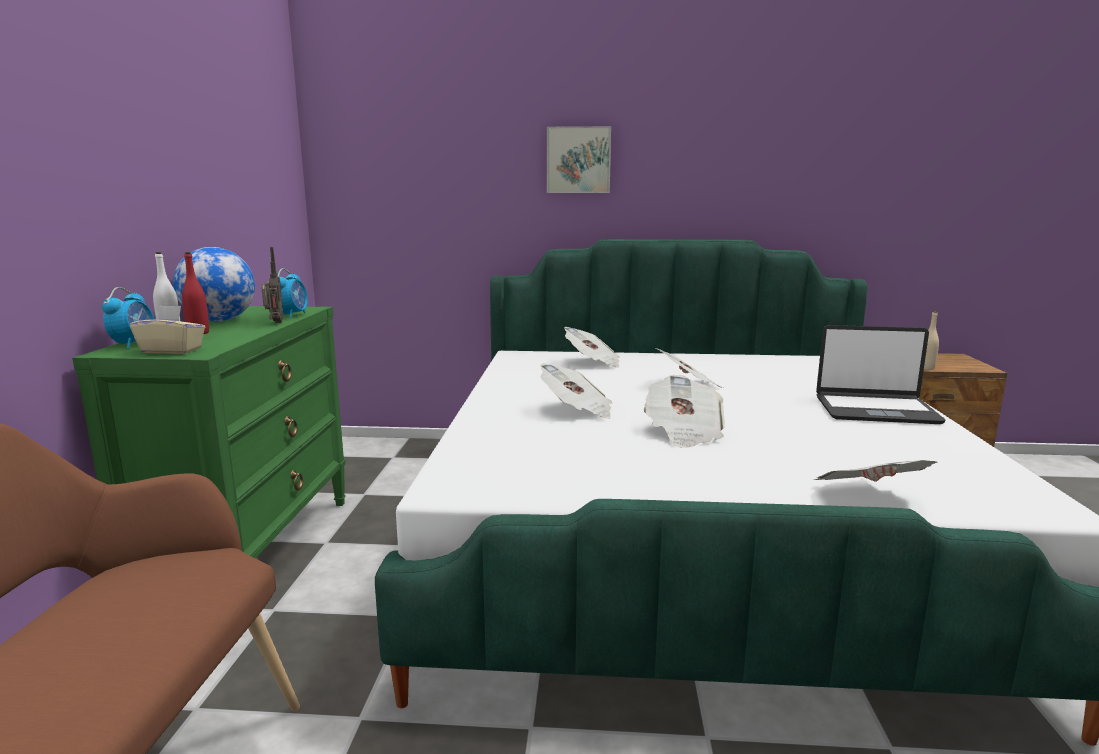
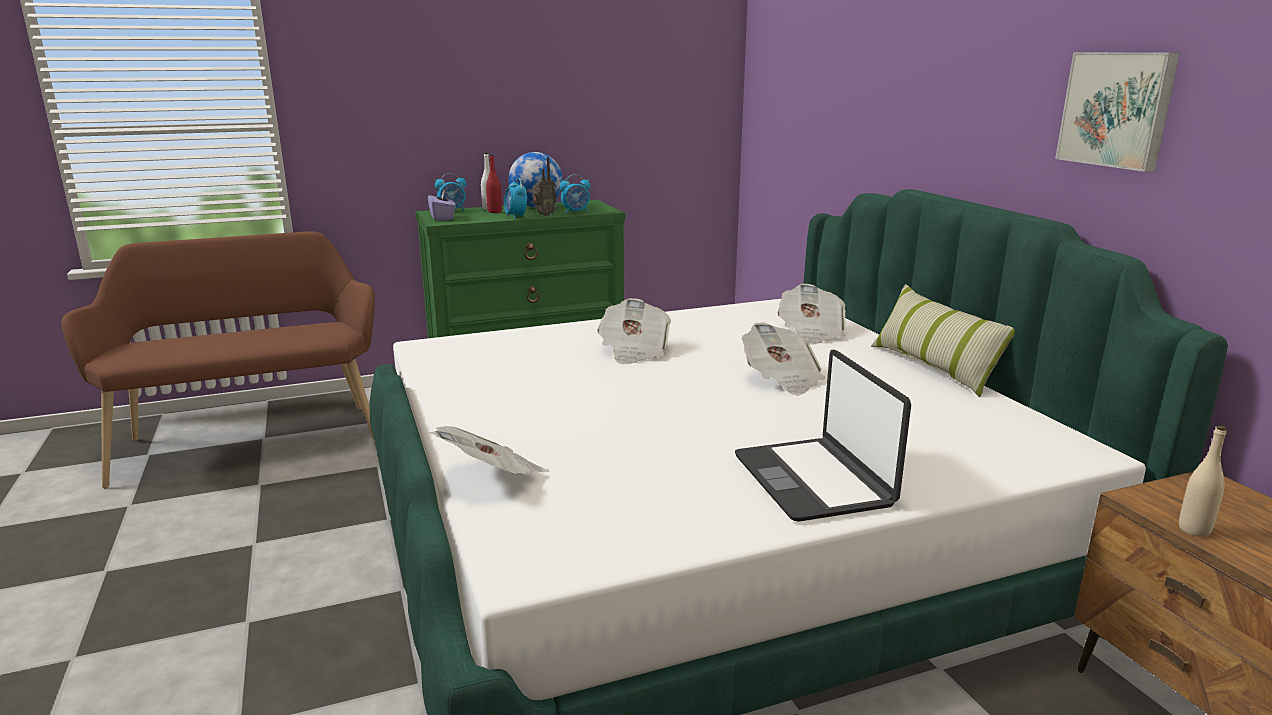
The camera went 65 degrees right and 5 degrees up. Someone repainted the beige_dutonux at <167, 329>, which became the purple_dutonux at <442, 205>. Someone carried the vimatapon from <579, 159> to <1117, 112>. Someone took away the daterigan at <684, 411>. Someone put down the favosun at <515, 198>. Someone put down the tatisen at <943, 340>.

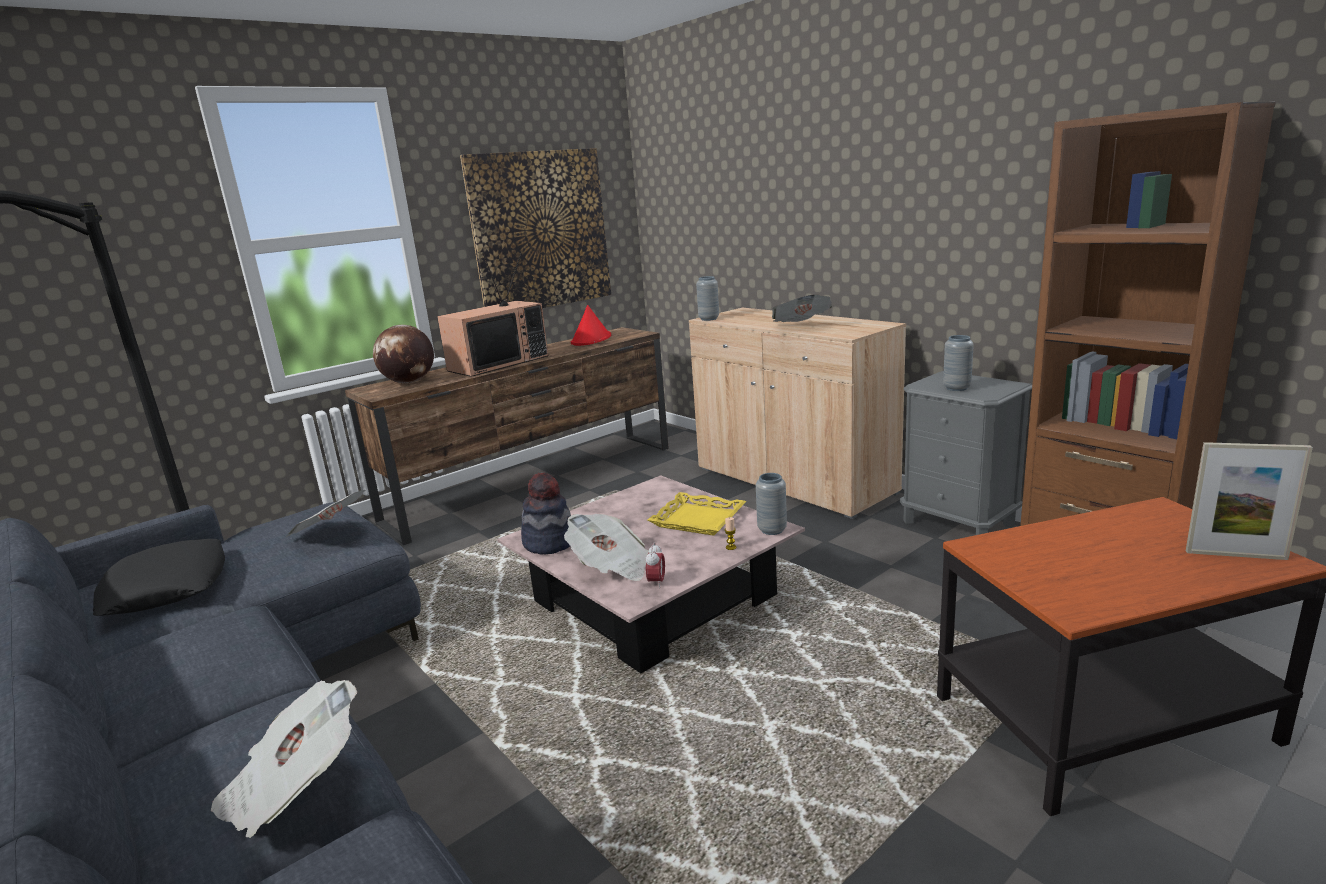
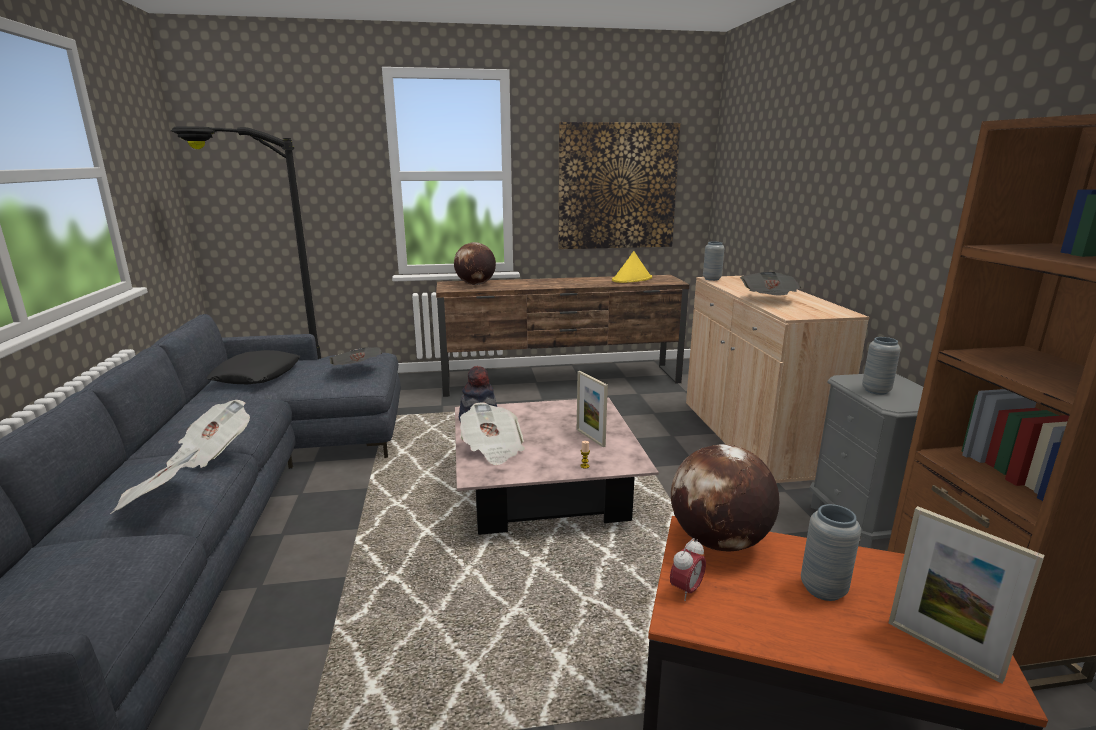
The camera went 30 degrees right and 0 degrees up. Someone took away the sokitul at <492, 314>. Someone repainted the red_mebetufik at <591, 325>, which became the yellow_mebetufik at <632, 267>. Someone carried the favosun from <655, 565> to <688, 569>. Someone swapped the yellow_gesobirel at <697, 514> for the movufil at <592, 409>. Someone carried the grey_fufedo from <771, 504> to <831, 552>. Someone put down the daterigan at <208, 434>. Someone put down the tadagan at <725, 498>.

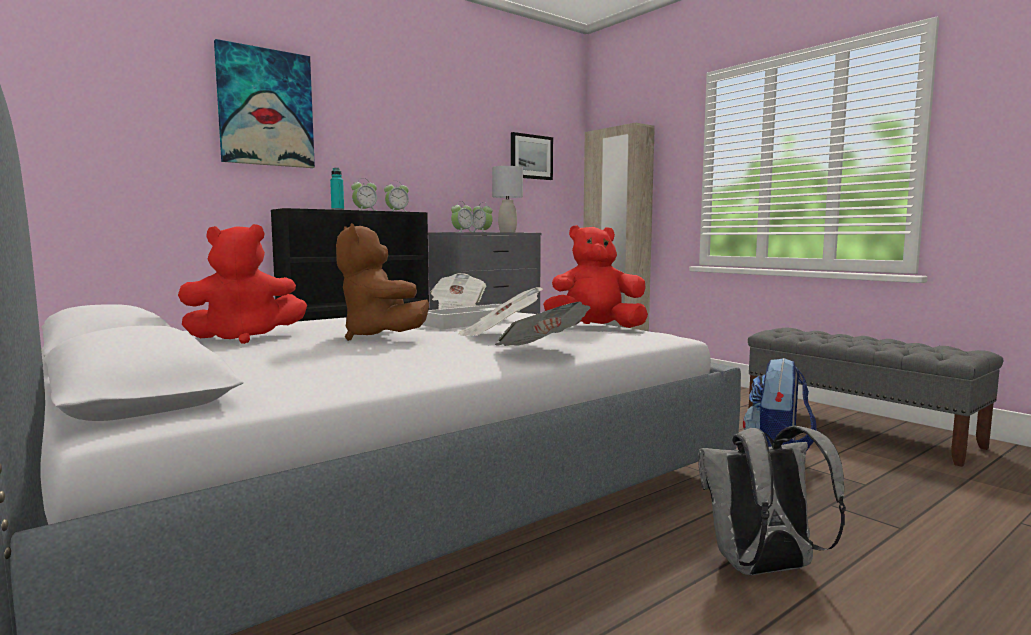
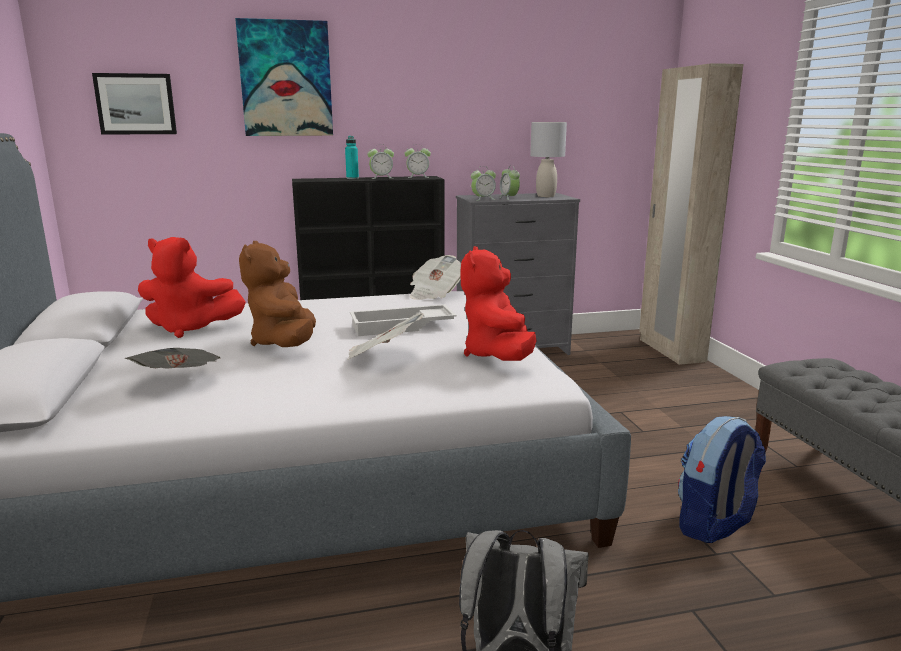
The camera went 25 degrees right and 10 degrees up. Someone carried the daterigan from <542, 324> to <173, 358>. Someone carried the vimatapon from <532, 156> to <134, 104>. Someone rotated the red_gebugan at <595, 276> by 105 degrees counterclockwise.

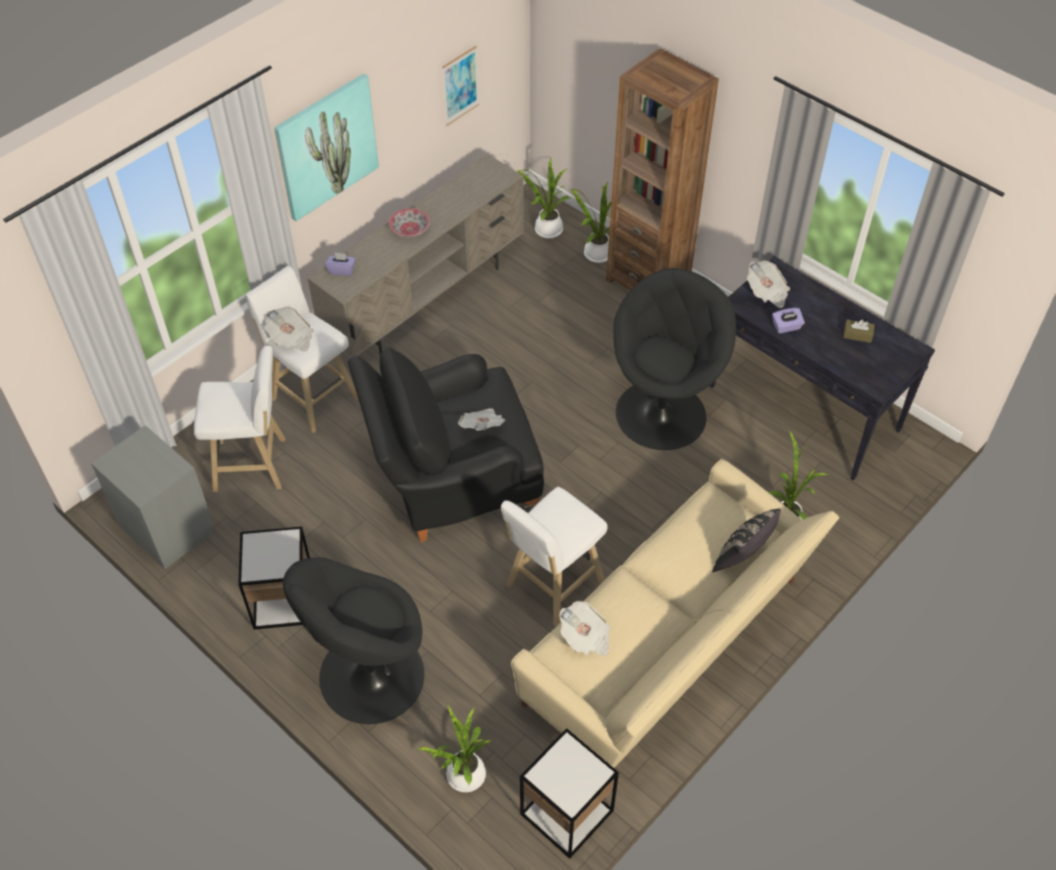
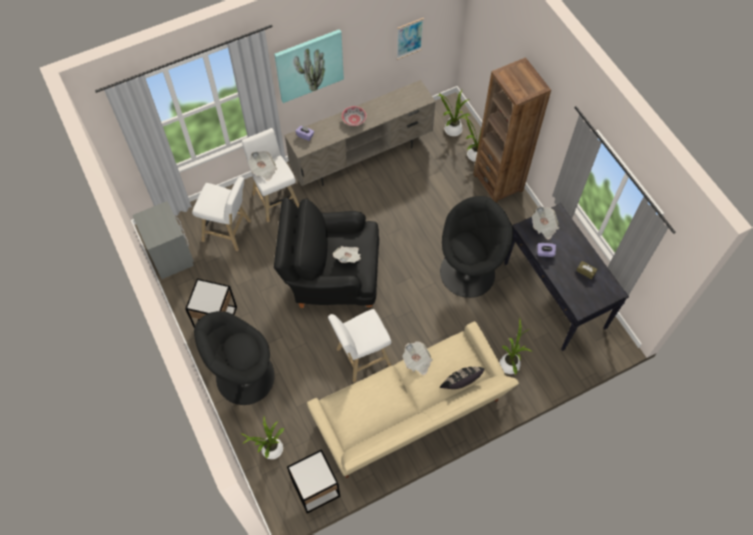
The camera went 20 degrees right and 10 degrees up. Someone carried the daterigan from <585, 628> to <417, 358>.

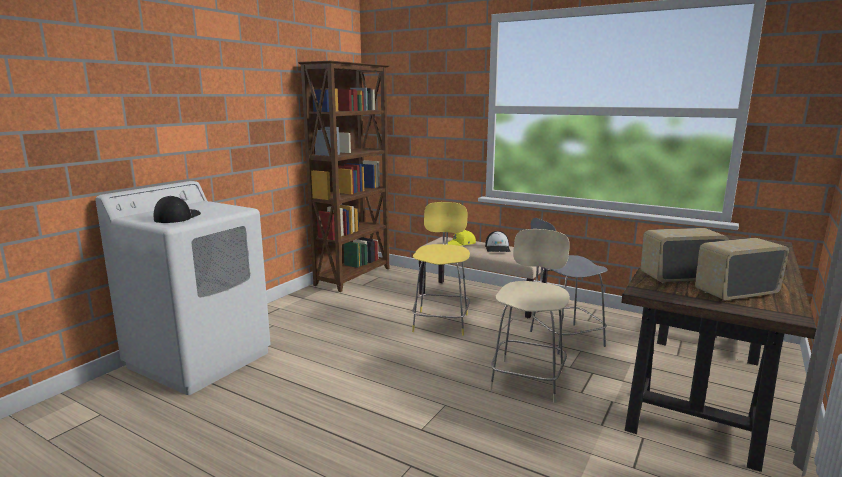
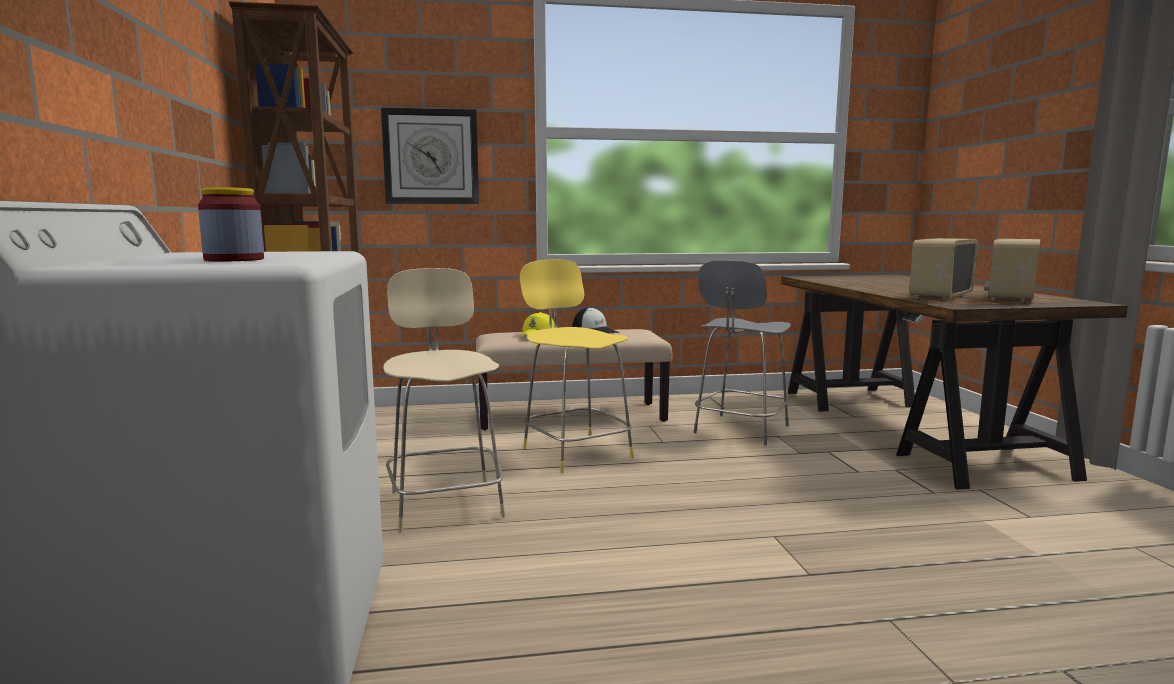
The camera went 40 degrees left and 5 degrees down. Someone swapped the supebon at <177, 209> for the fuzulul at <231, 224>. Someone carried the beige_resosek from <530, 316> to <444, 400>. Someone put up the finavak at <430, 155>.

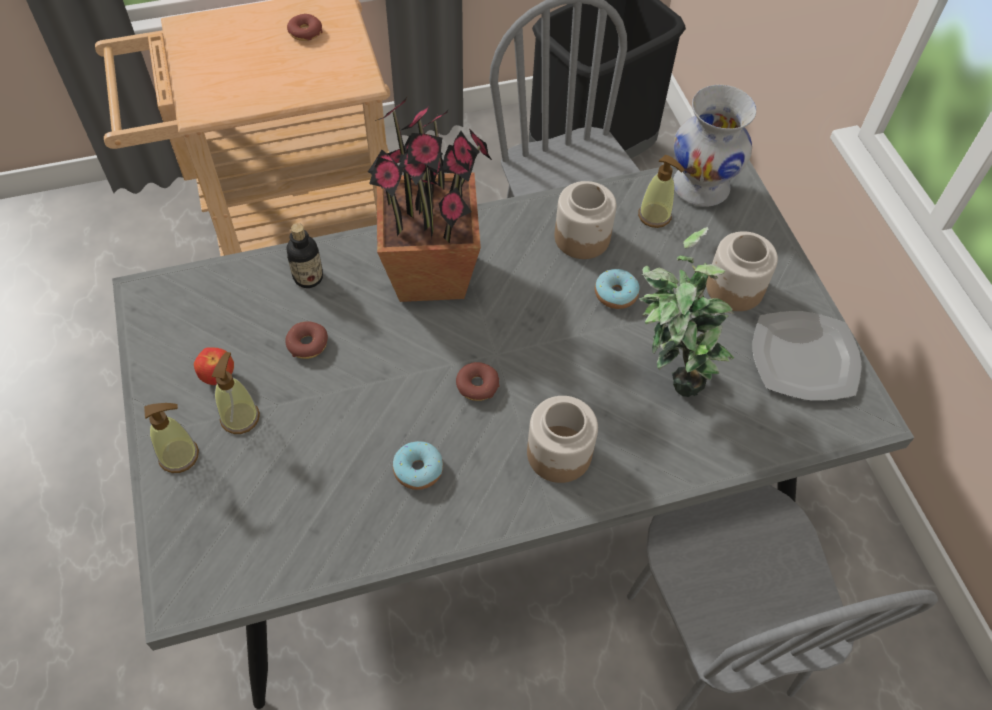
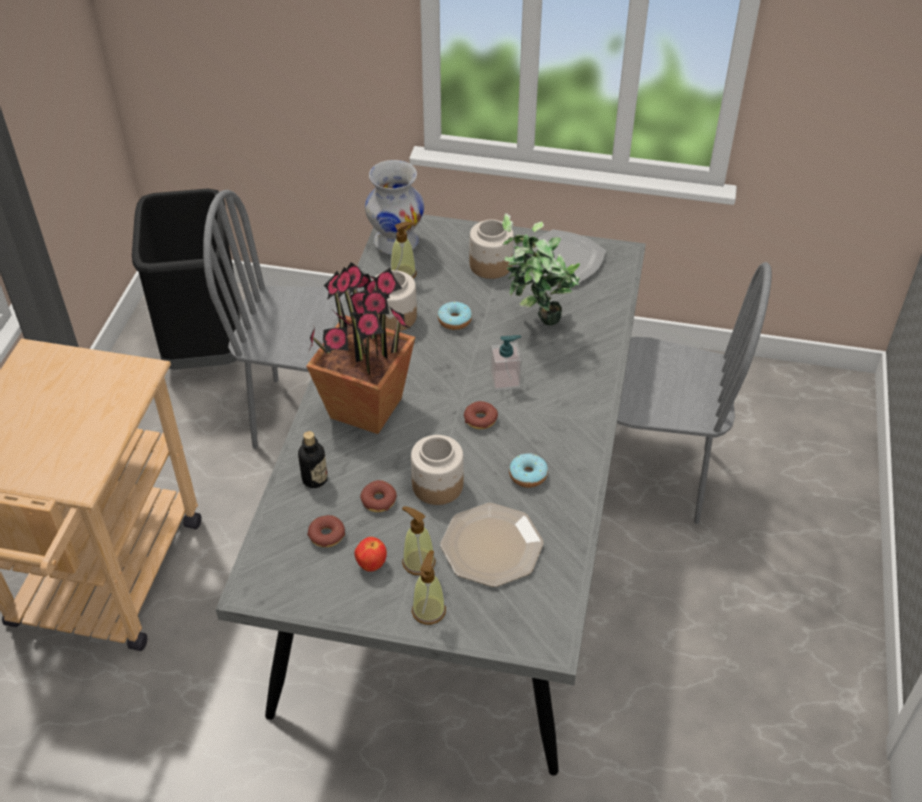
The camera went 60 degrees left and 10 degrees down. Someone carried the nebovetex from <305, 27> to <326, 531>. Someone carried the fuzulul from <562, 439> to <437, 470>. Someone put down the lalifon at <492, 545>. Someone put down the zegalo at <506, 363>.

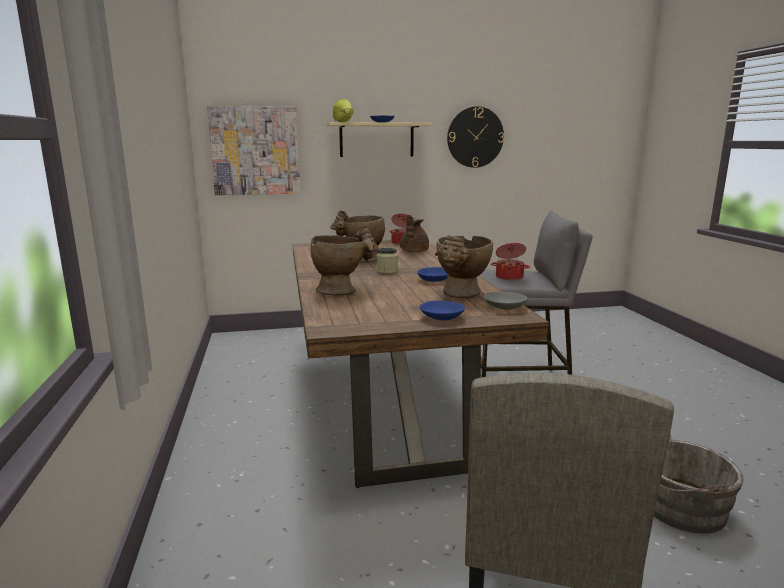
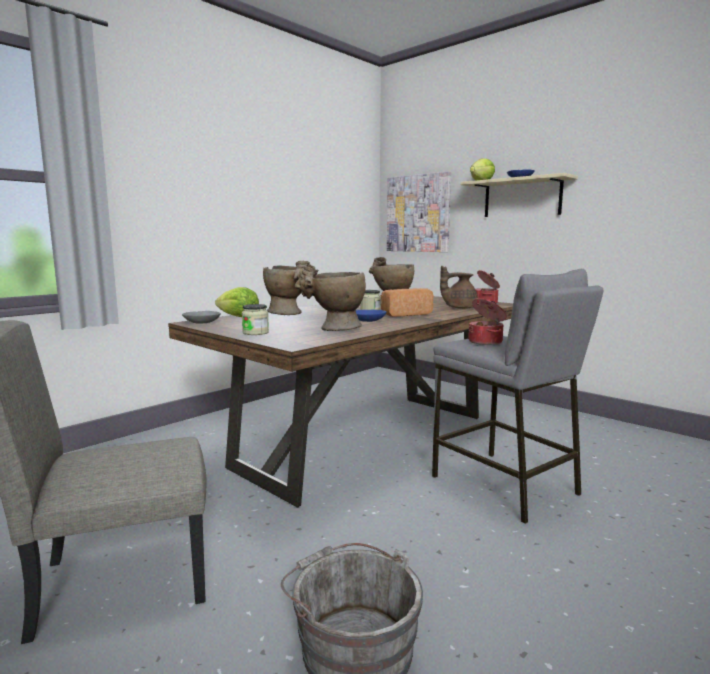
The camera went 55 degrees right and 5 degrees down. Someone swapped the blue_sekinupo at <442, 310> for the fuzulul at <255, 319>. Someone took away the finavak at <475, 137>. Someone carried the grey_sekinupo from <506, 301> to <201, 317>. Someone put down the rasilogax at <237, 302>. Someone put down the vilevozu at <407, 302>.

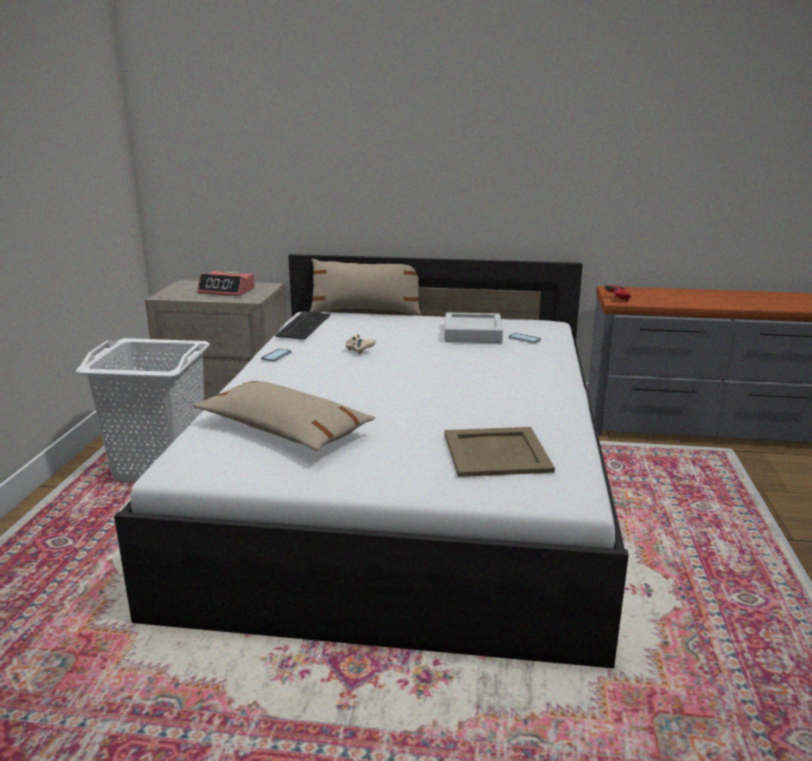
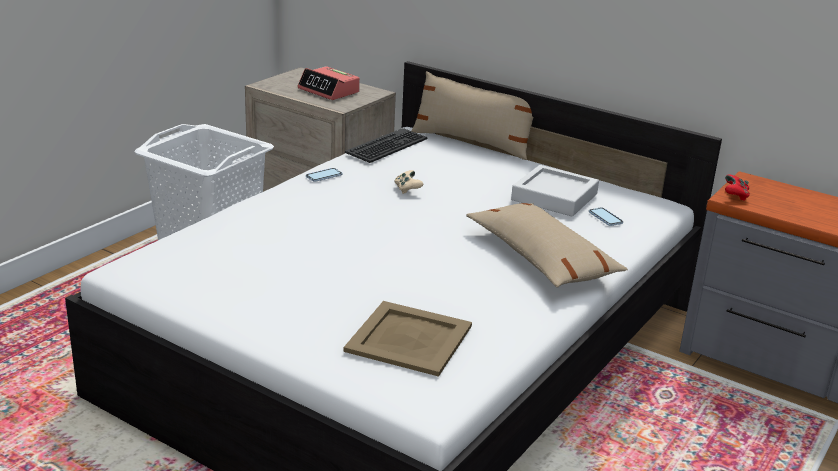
The camera went 25 degrees right and 5 degrees up. Someone carried the beige_tatisen from <284, 416> to <547, 245>.

